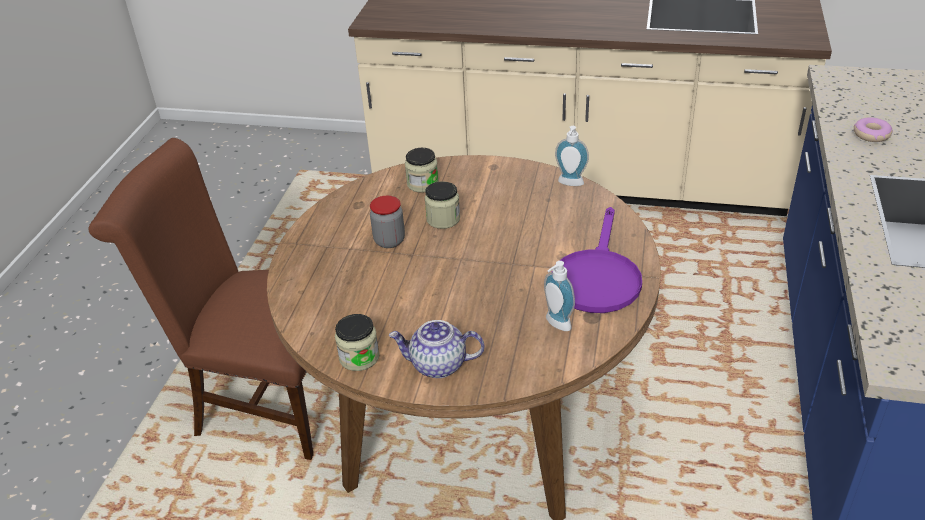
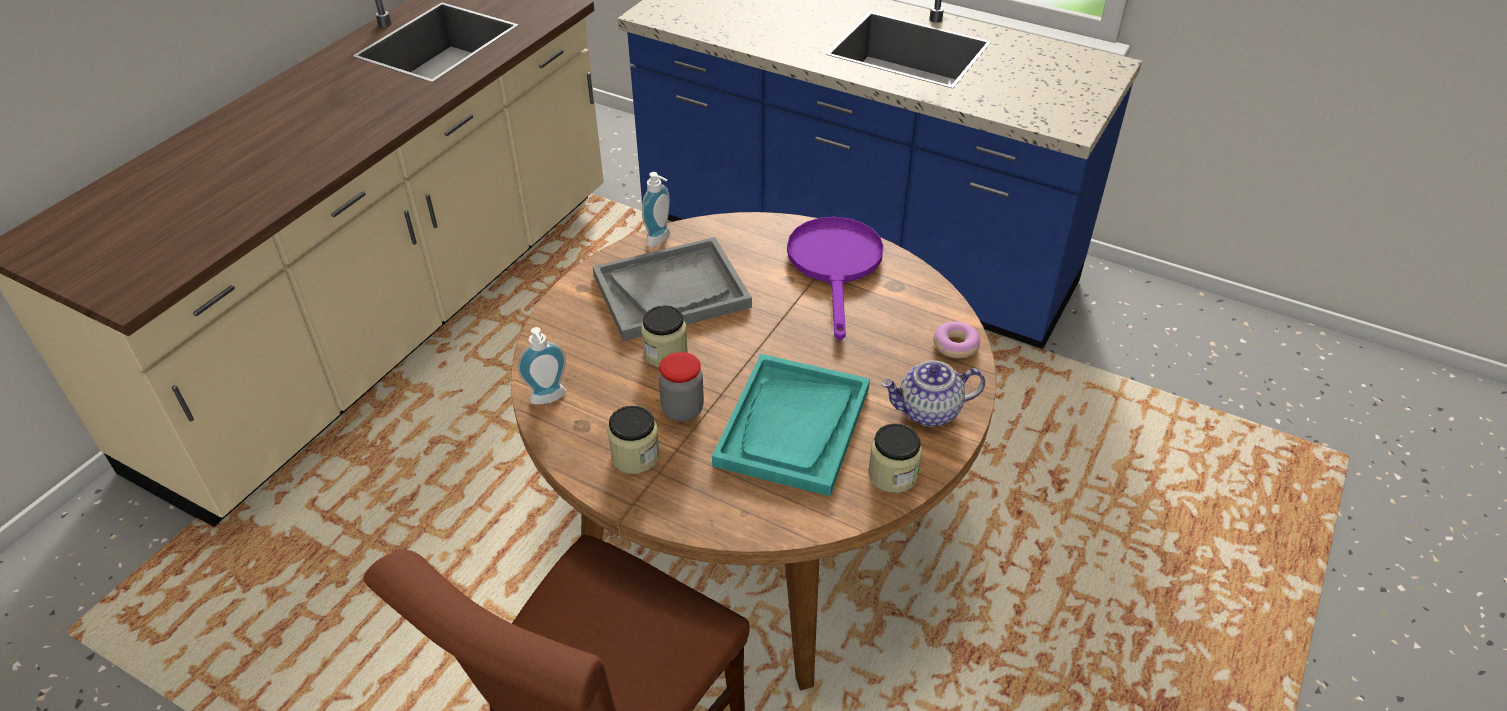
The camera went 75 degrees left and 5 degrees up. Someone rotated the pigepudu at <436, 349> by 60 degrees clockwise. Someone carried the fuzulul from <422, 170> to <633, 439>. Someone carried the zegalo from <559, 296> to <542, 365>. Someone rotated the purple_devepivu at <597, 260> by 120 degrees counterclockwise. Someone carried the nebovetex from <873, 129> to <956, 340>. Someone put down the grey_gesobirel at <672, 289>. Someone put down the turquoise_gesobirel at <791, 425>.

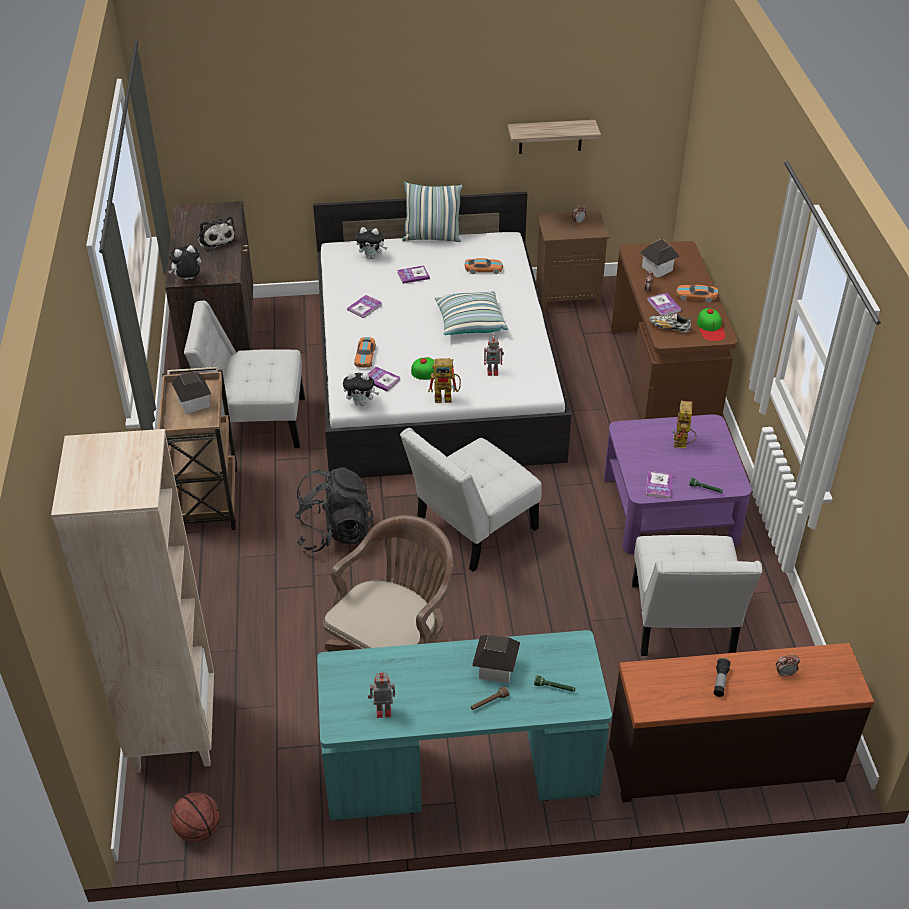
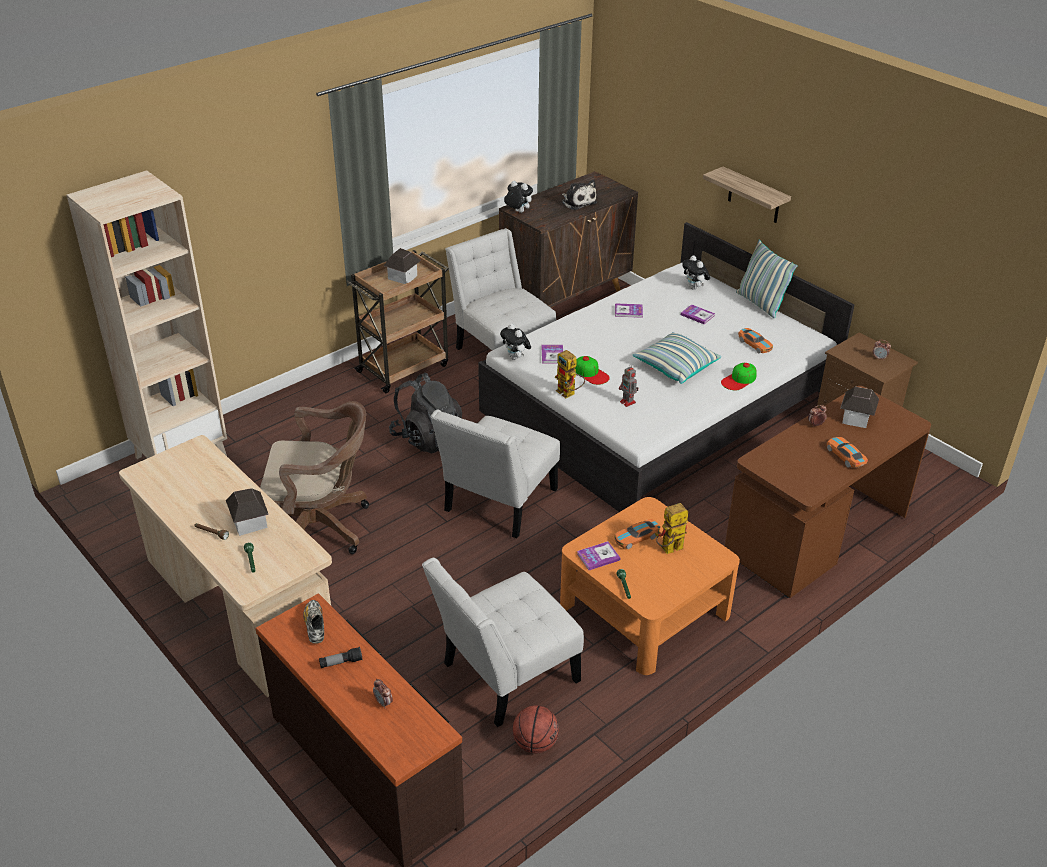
The camera went 55 degrees right and 5 degrees down. Someone carried the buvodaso from <195, 817> to <536, 729>. Someone rotated the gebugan at <216, 233> by 60 degrees counterclockwise. Someone repainted the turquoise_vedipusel at <464, 725>, which became the beige_vedipusel at <225, 566>. Someone carried the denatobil from <365, 352> to <637, 534>. Someone took away the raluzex at <381, 695>. Someone rotated the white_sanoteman at <471, 500> by 75 degrees counterclockwise. Someone carried the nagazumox from <554, 137> to <747, 195>. Someone repainted the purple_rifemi at <678, 484>, which became the orange_rifemi at <650, 586>. Someone took away the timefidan at <664, 304>. Someone carried the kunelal from <670, 323> to <313, 622>. Someone carried the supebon from <711, 324> to <739, 376>.

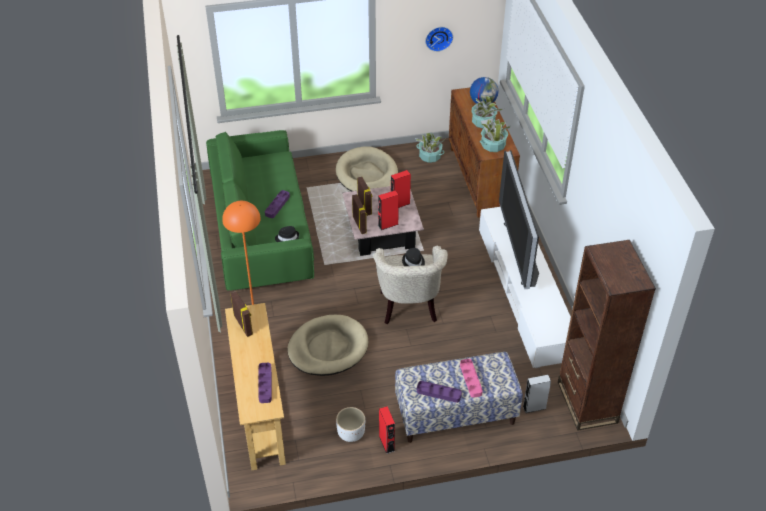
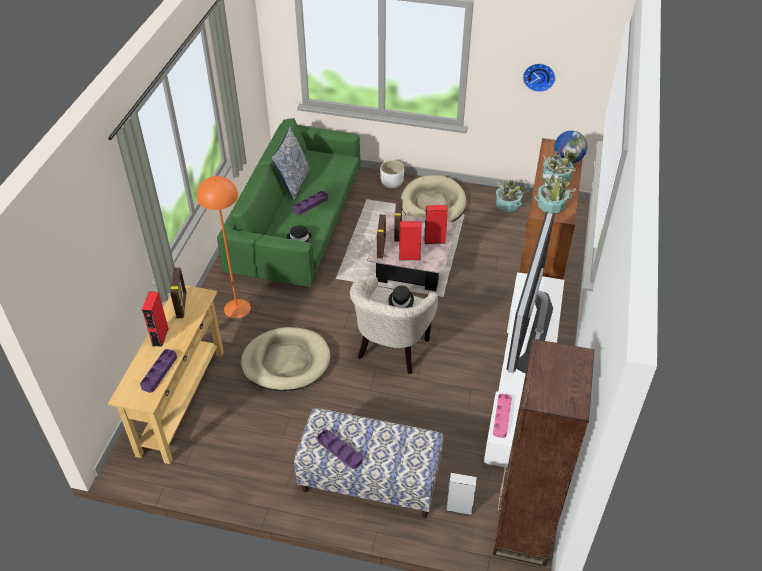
The camera went 25 degrees right and 0 degrees up. Someone carried the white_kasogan from <350, 424> to <392, 174>. Someone carried the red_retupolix from <387, 430> to <155, 319>. Someone carried the pink_gesobirel from <471, 378> to <502, 416>. Someone put down the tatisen at <291, 164>.

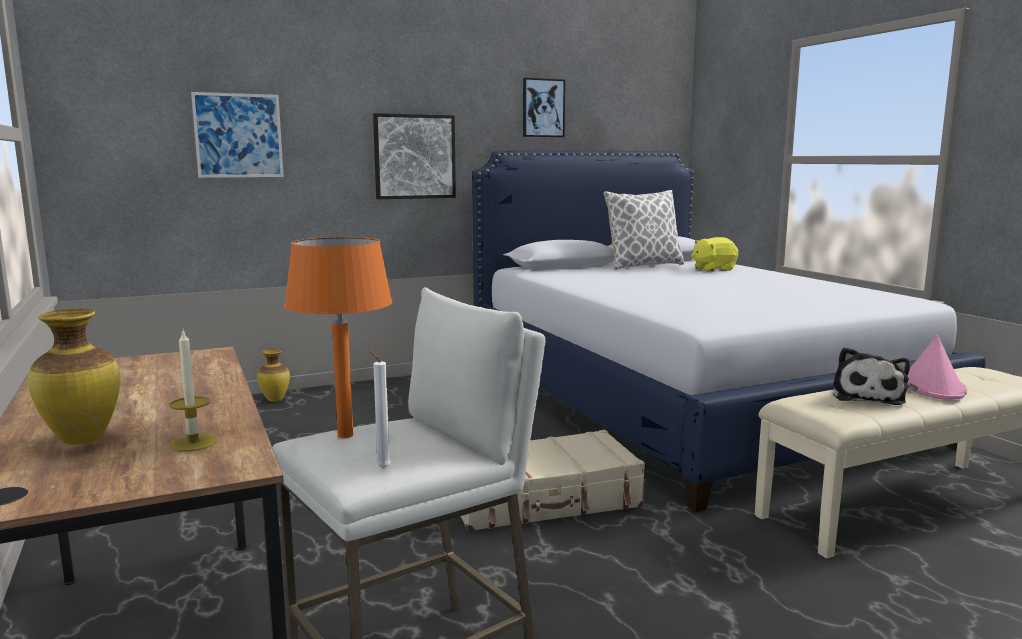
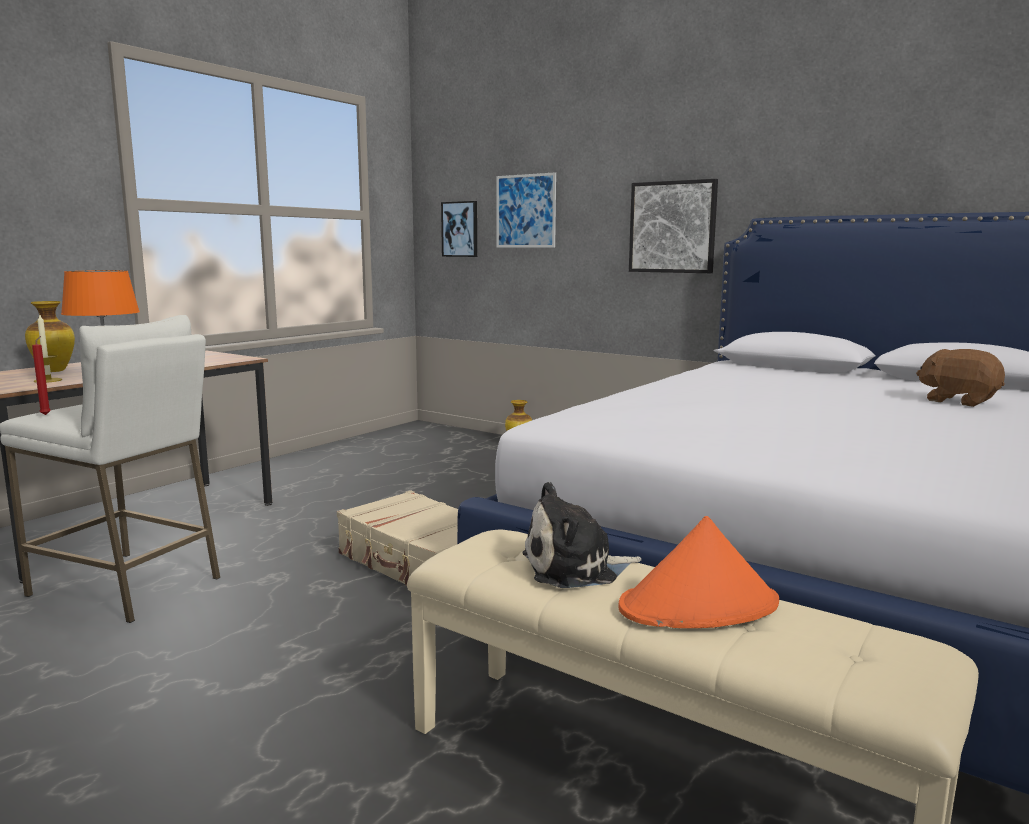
The camera went 60 degrees right and 0 degrees up. Someone repainted the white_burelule at <380, 409>, which became the red_burelule at <41, 375>. Someone carried the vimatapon from <544, 107> to <459, 229>. Someone took away the tatisen at <643, 230>. Someone repainted the yellow_gebugan at <714, 254>, which became the brown_gebugan at <960, 378>. Someone repainted the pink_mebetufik at <937, 367>, which became the orange_mebetufik at <698, 572>.

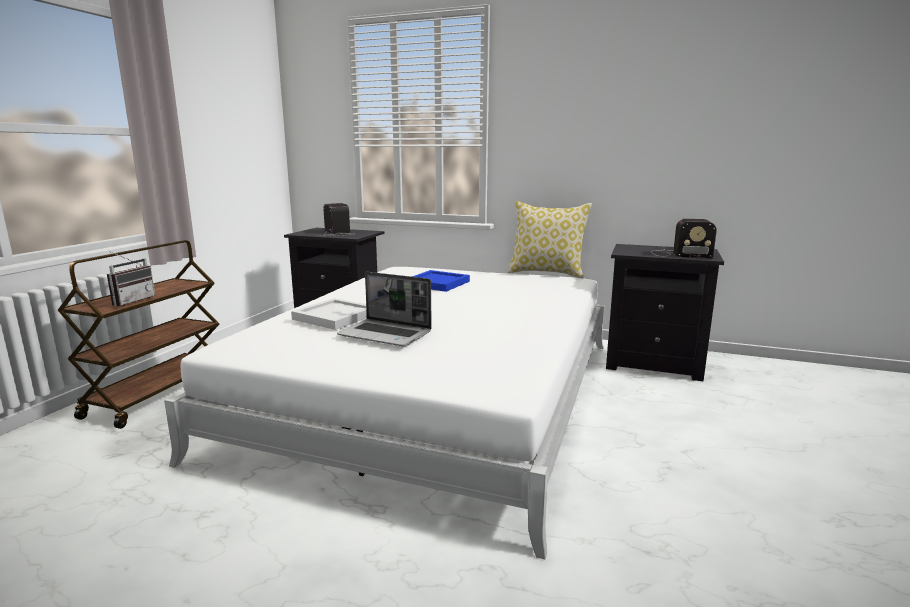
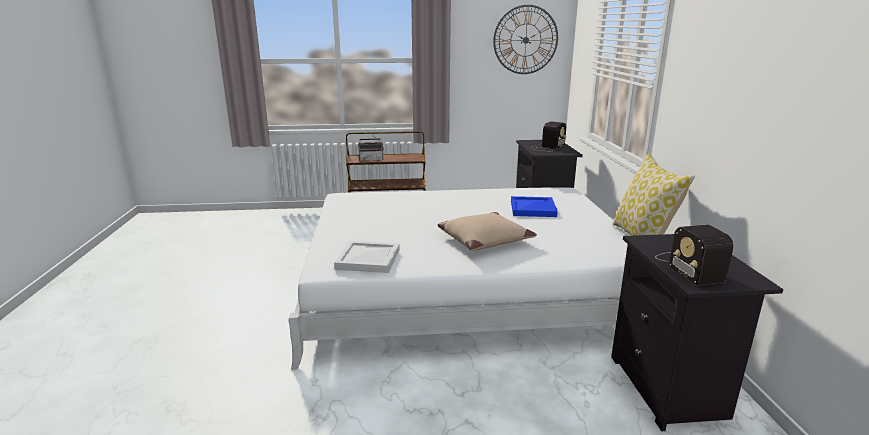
The camera went 65 degrees right and 5 degrees up. Someone carried the white_gesobirel from <329, 314> to <367, 257>. Someone took away the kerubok at <384, 309>. Someone put down the beige_tatisen at <487, 231>. Someone put up the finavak at <525, 39>.

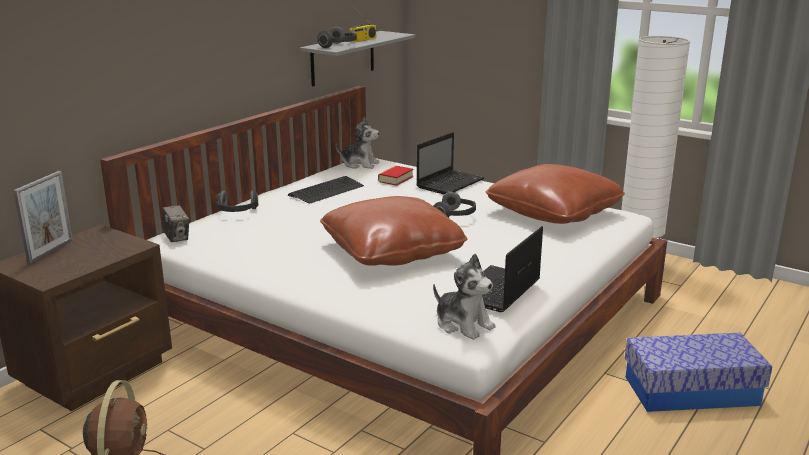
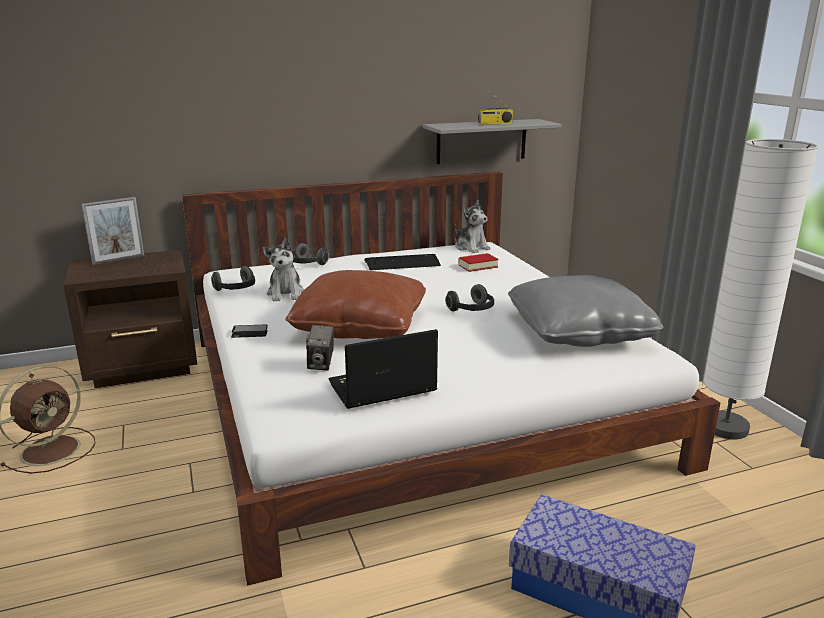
The camera went 35 degrees right and 0 degrees up. Someone carried the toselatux from <175, 223> to <320, 348>. Someone carried the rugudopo from <337, 37> to <233, 278>. Someone took away the kerubok at <450, 163>. Someone carried the gebugan from <464, 297> to <283, 270>. Someone repainted the brown_tatisen at <555, 194>, which became the grey_tatisen at <586, 311>. Someone put down the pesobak at <249, 331>.

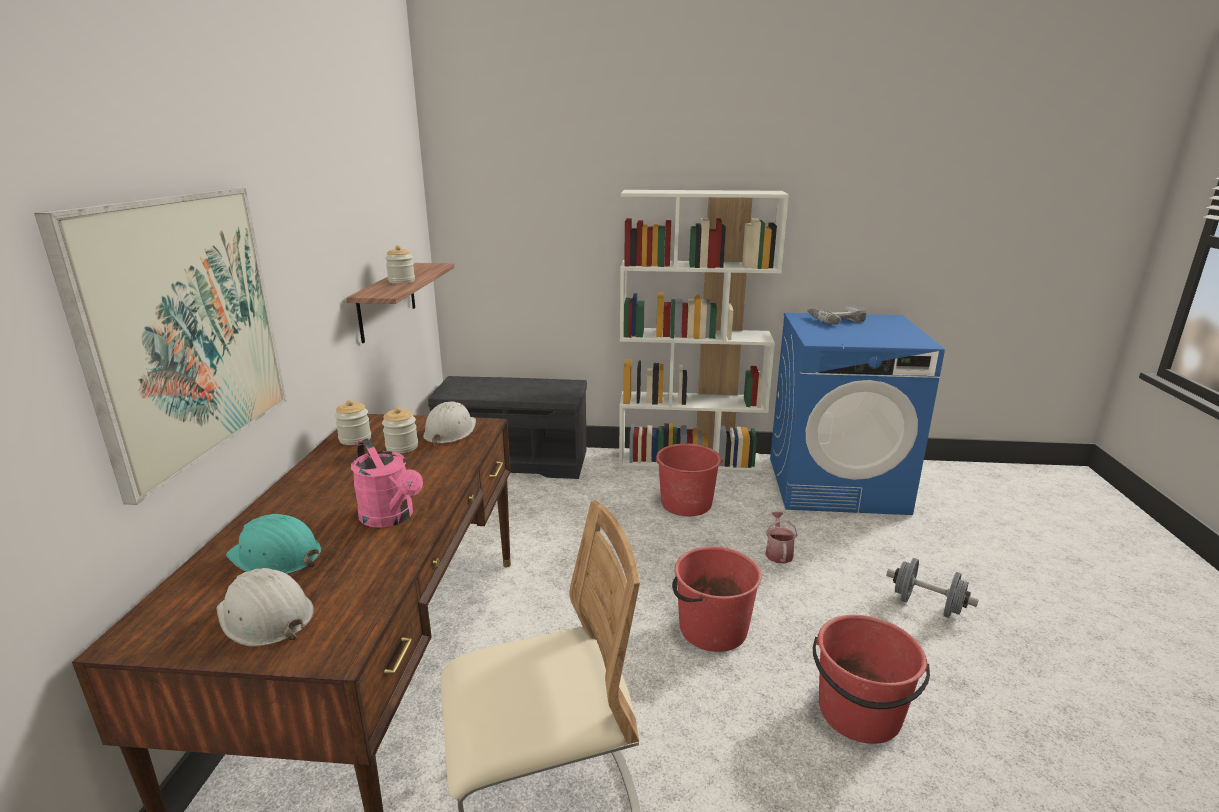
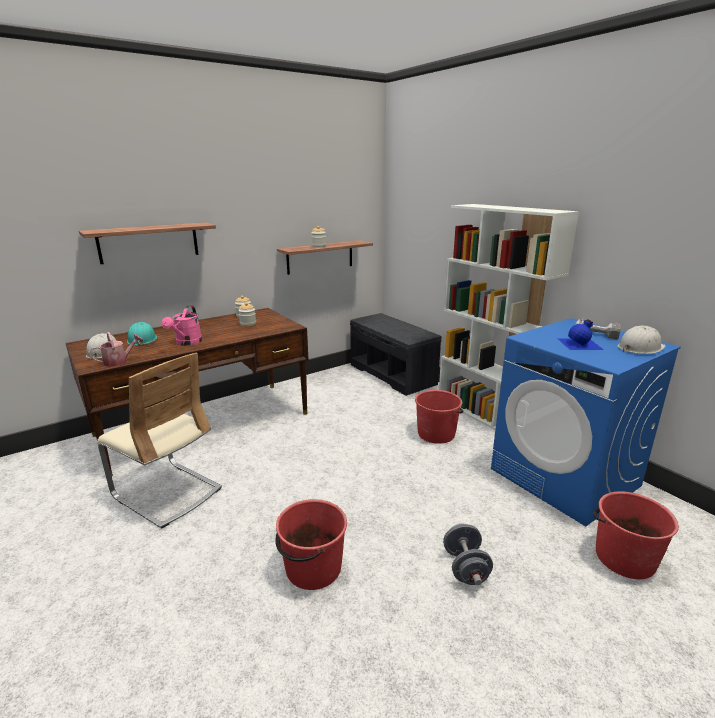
The camera went 50 degrees right and 0 degrees up. Someone swapped the vimatapon at <160, 346> for the nagazumox at <147, 243>. Someone carried the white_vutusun from <449, 423> to <641, 340>. Someone carried the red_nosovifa from <717, 599> to <636, 535>. Someone carried the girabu from <781, 538> to <115, 349>. Someone put down the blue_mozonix at <581, 334>.

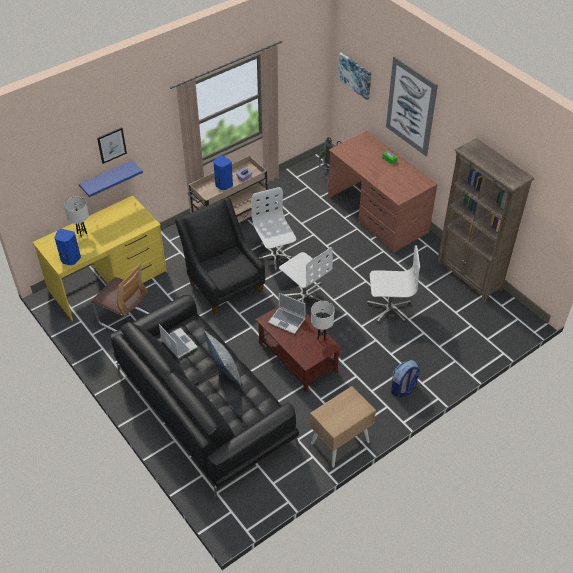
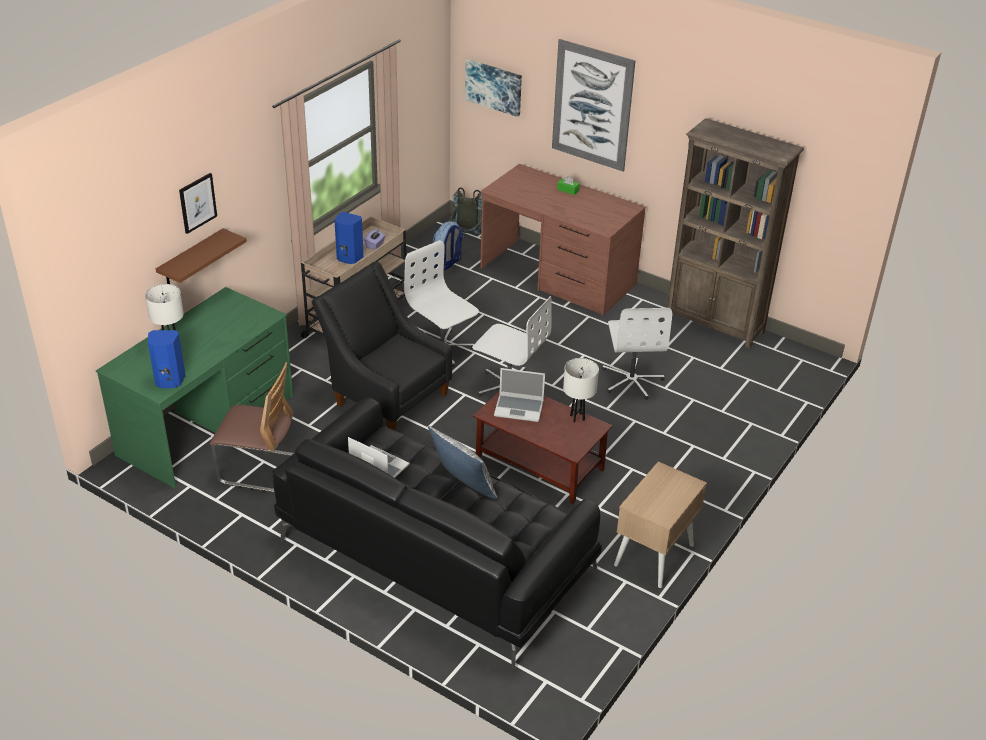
The camera went 20 degrees left and 10 degrees down. Someone repainted the yellow_vedipusel at <100, 258>, which became the green_vedipusel at <194, 387>. Someone repainted the blue_nagazumox at <111, 178>, which became the brown_nagazumox at <201, 256>. Someone rotated the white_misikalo at <393, 284> by 105 degrees clockwise. Someone carried the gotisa from <405, 379> to <447, 246>.

